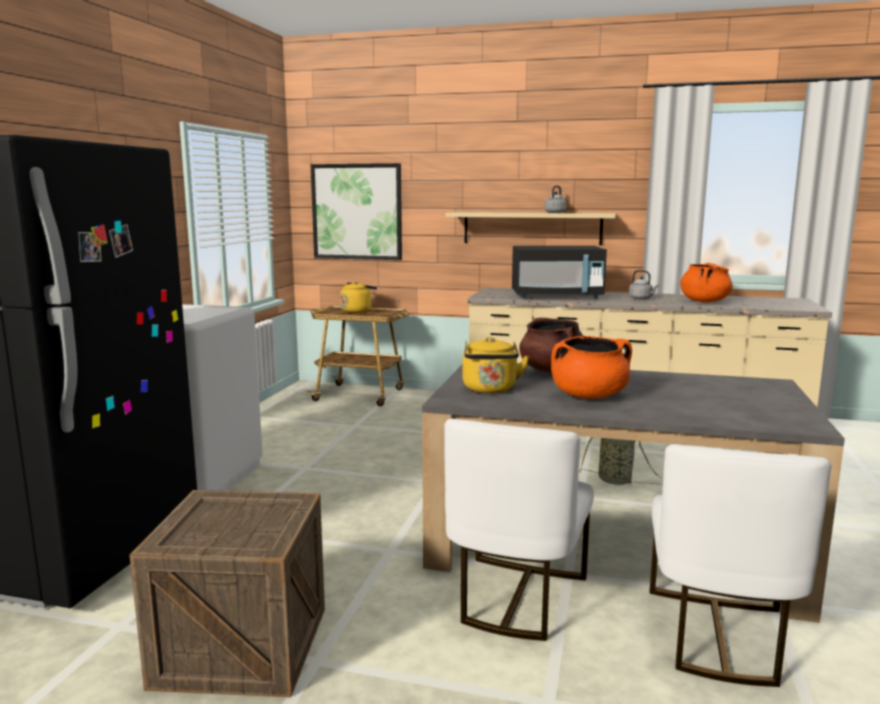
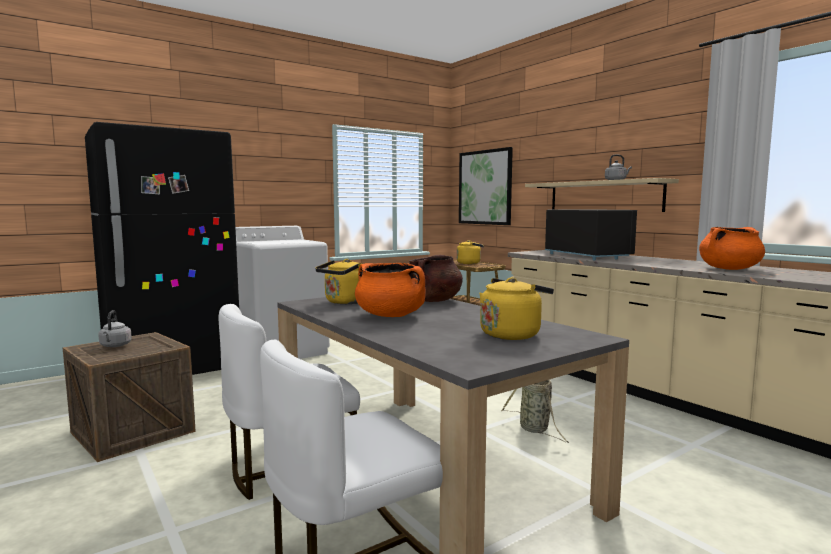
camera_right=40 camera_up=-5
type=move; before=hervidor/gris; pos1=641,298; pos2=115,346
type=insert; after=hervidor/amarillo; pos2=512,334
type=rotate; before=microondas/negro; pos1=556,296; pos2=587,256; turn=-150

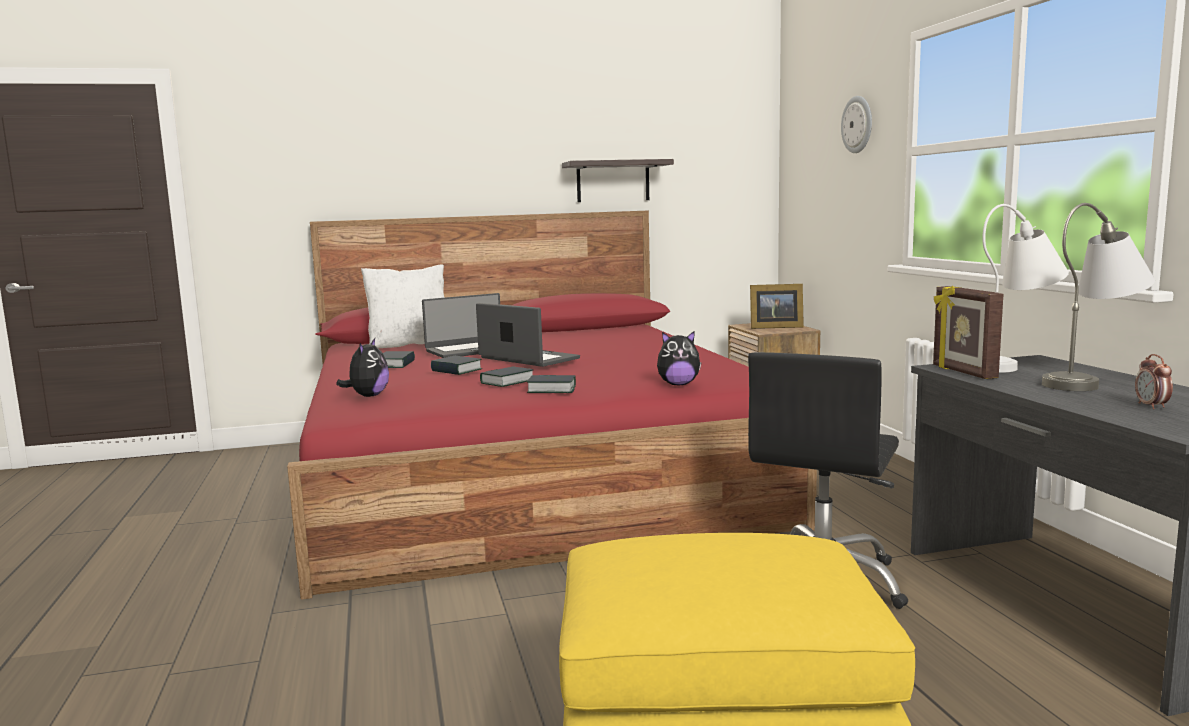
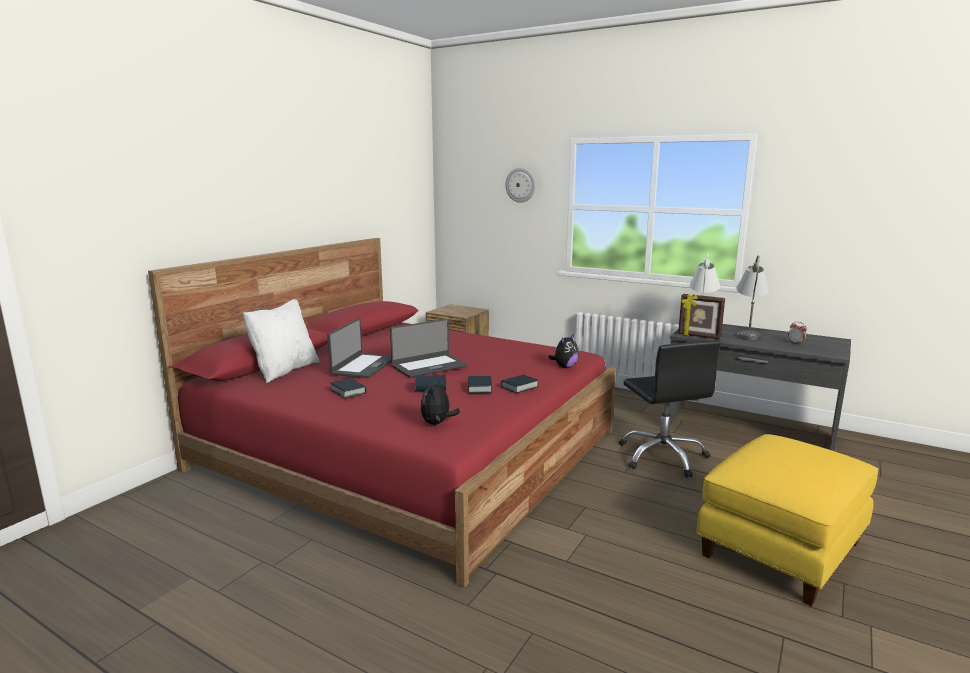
camera_right=-45 camera_up=5
type=rotate; before=portátil; pos1=527,358; pos2=429,366; turn=150
type=rotate; before=peluche; pos1=368,396; pos2=437,423; turn=-135
type=delete; before=estante; pos1=613,181
type=delete; before=portarretratos; pos1=774,327

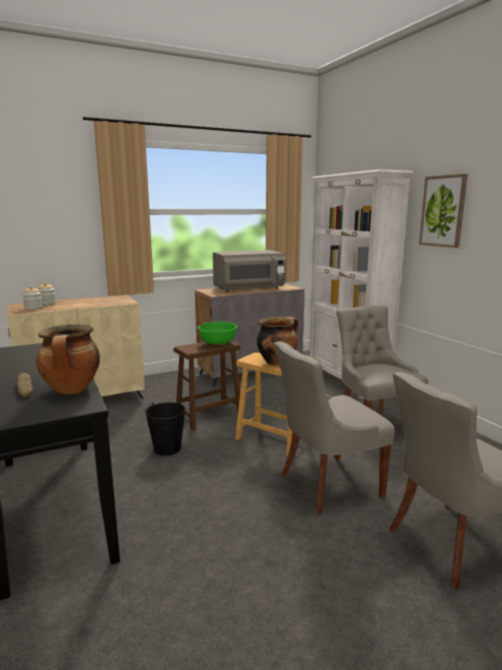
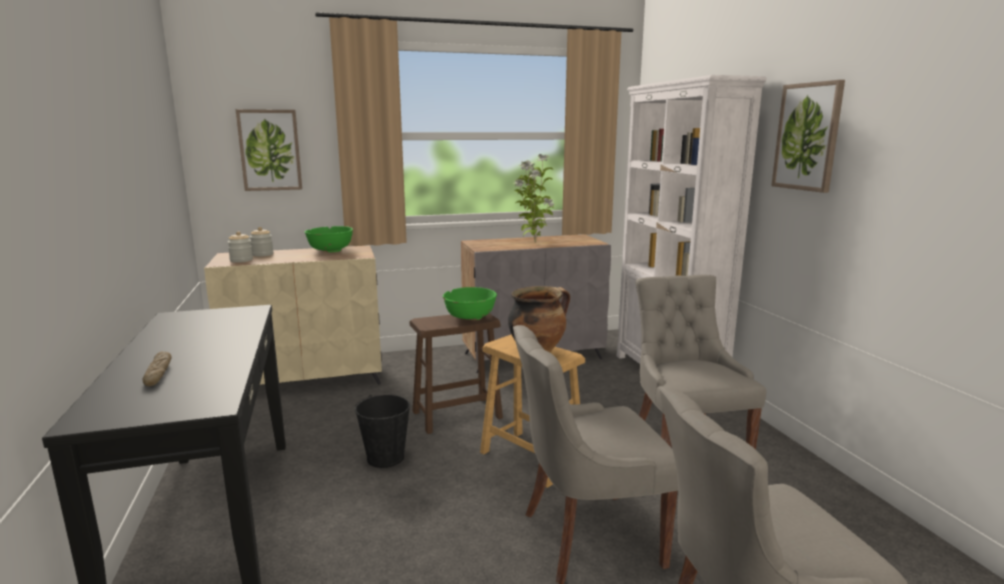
camera_right=10 camera_up=0
type=insert; after=cuadro; pos2=270,150
type=insert; after=cuenco/verde; pos2=330,250
type=replace; before=microondas/gris; after=planta en maceta; pos1=249,289; pos2=533,242
type=delete; before=olla; pos1=72,390

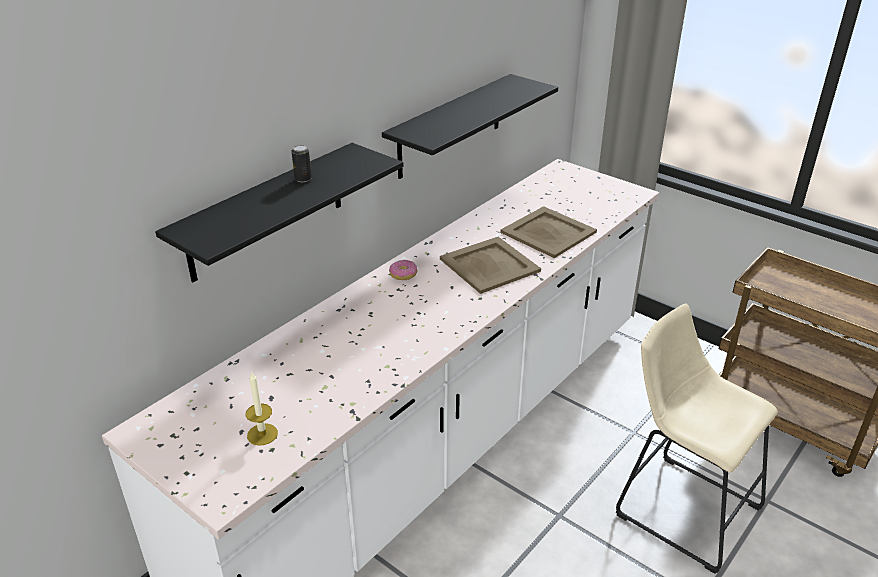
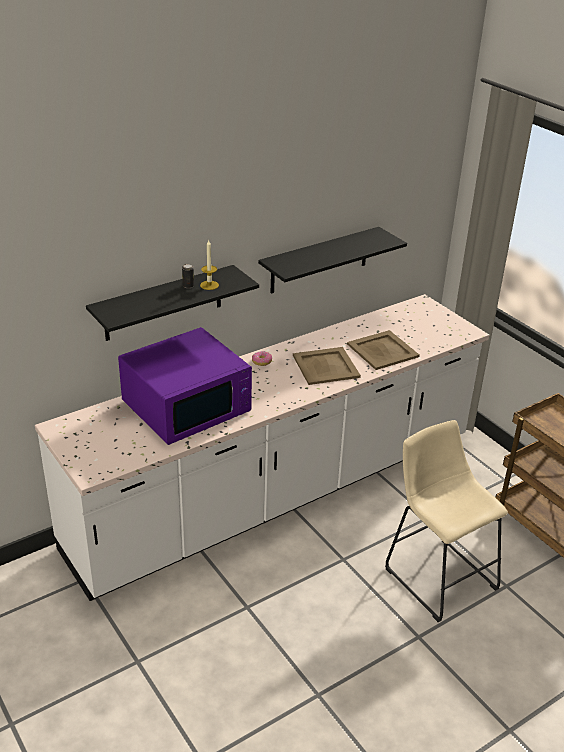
camera_right=15 camera_up=0
type=insert; after=microondas/morado; pos2=187,406
type=move; before=vela; pos1=262,434; pos2=209,285

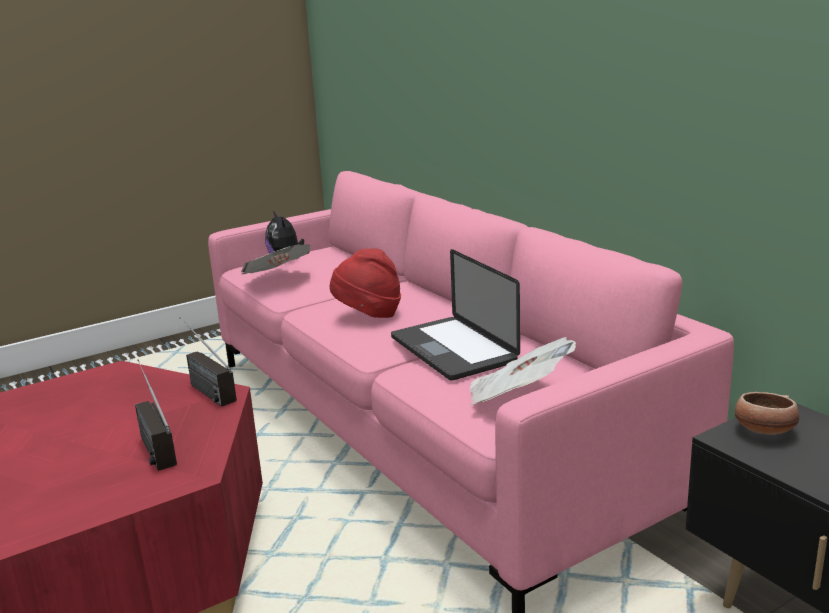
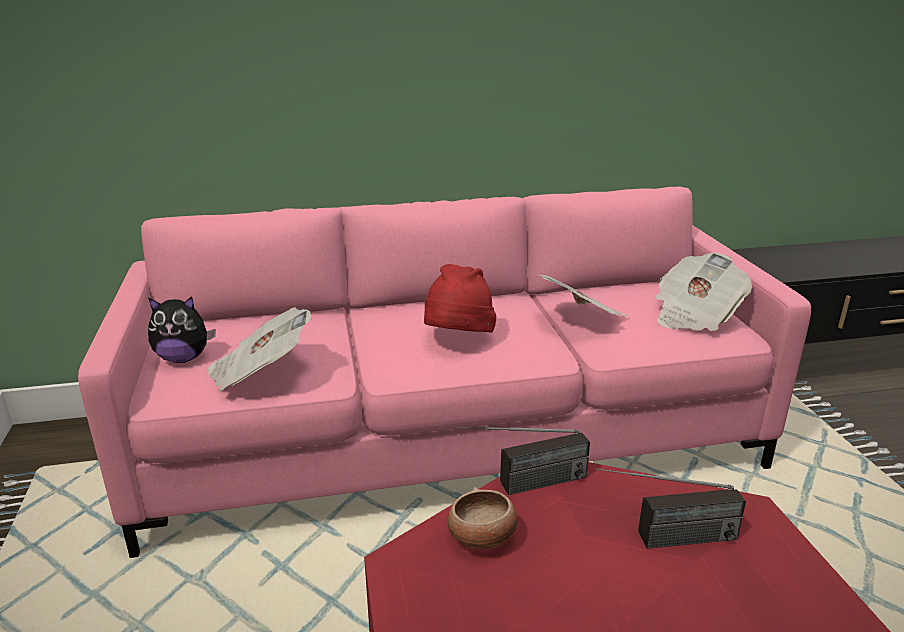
camera_right=-70 camera_up=5
type=move; before=cuenco; pos1=763,431; pos2=482,538
type=replace; before=portátil; after=periódico; pos1=453,350; pos2=582,319

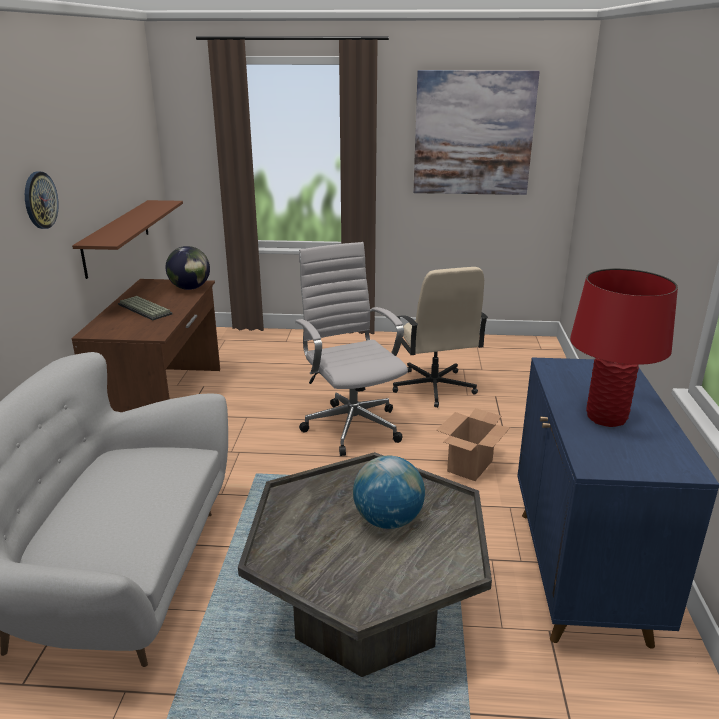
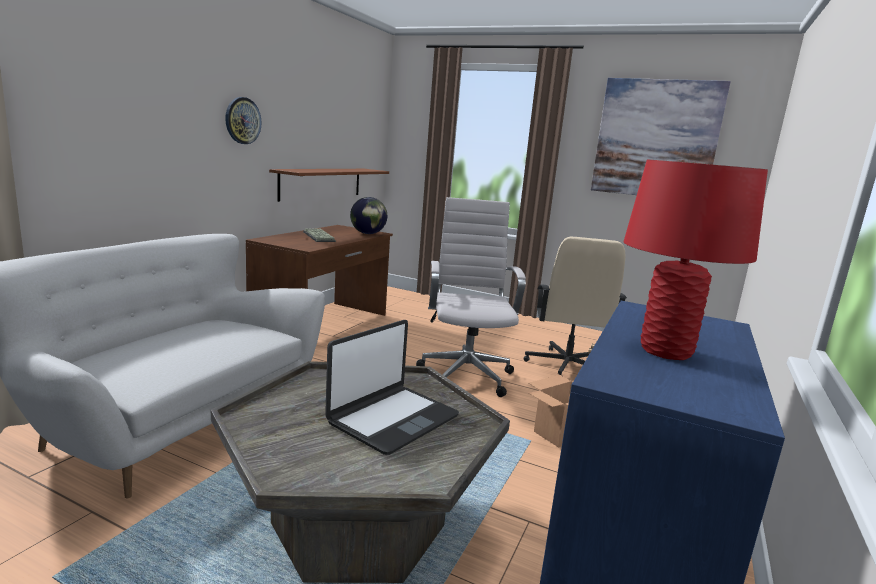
camera_right=20 camera_up=-10
type=replace; before=globo terráqueo; after=portátil; pos1=388,520; pos2=392,419

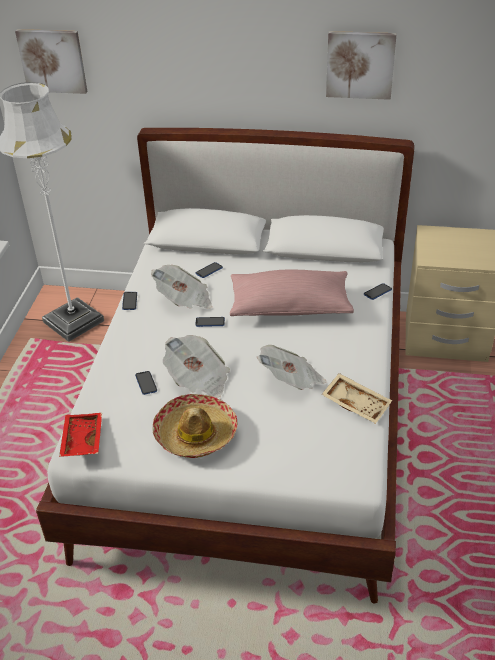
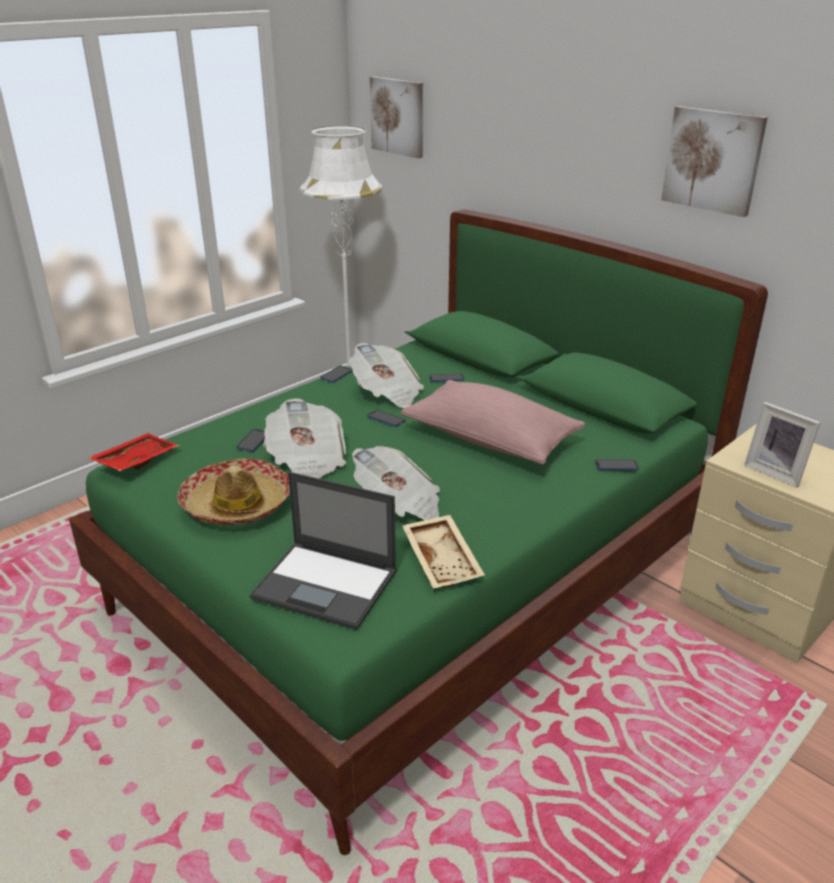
camera_right=35 camera_up=-10
type=recolor; before=cama/blanco; after=cama/verde; pos1=252,422; pos2=418,581
type=insert; after=portátil; pos2=327,585
type=insert; after=portarretratos; pos2=776,472

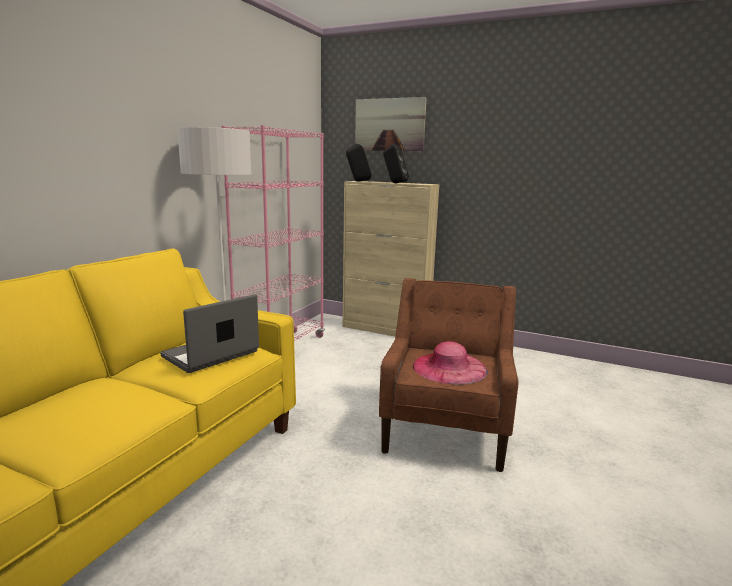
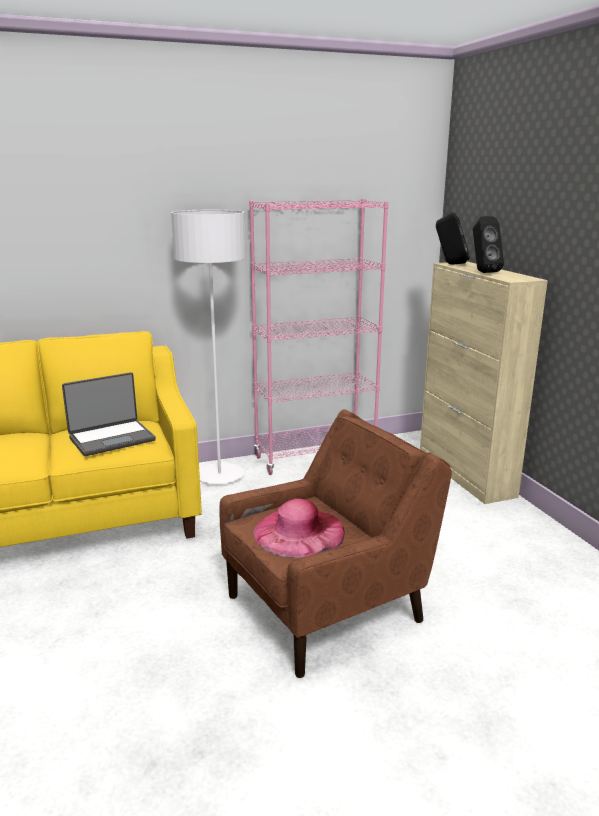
camera_right=45 camera_up=5
type=rotate; before=portátil; pos1=211,355; pos2=111,438; turn=150
type=delete; before=cuadro; pos1=389,124

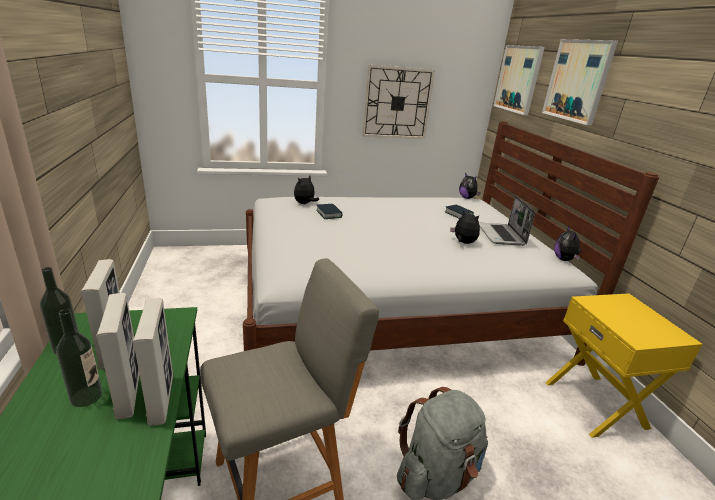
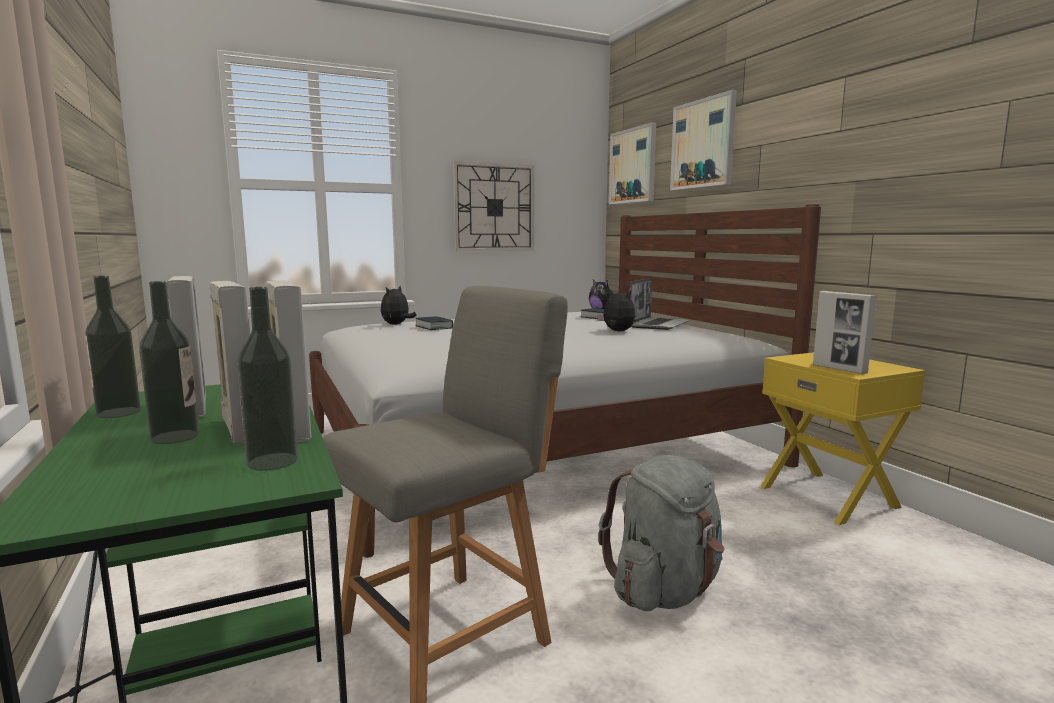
camera_right=-10 camera_up=-15
type=insert; after=botella; pos2=272,461
type=rotate; before=portátil; pos1=501,235; pos2=659,325; turn=-135
type=insert; after=portarretratos; pos2=839,369
type=delete; before=peluche; pos1=564,259

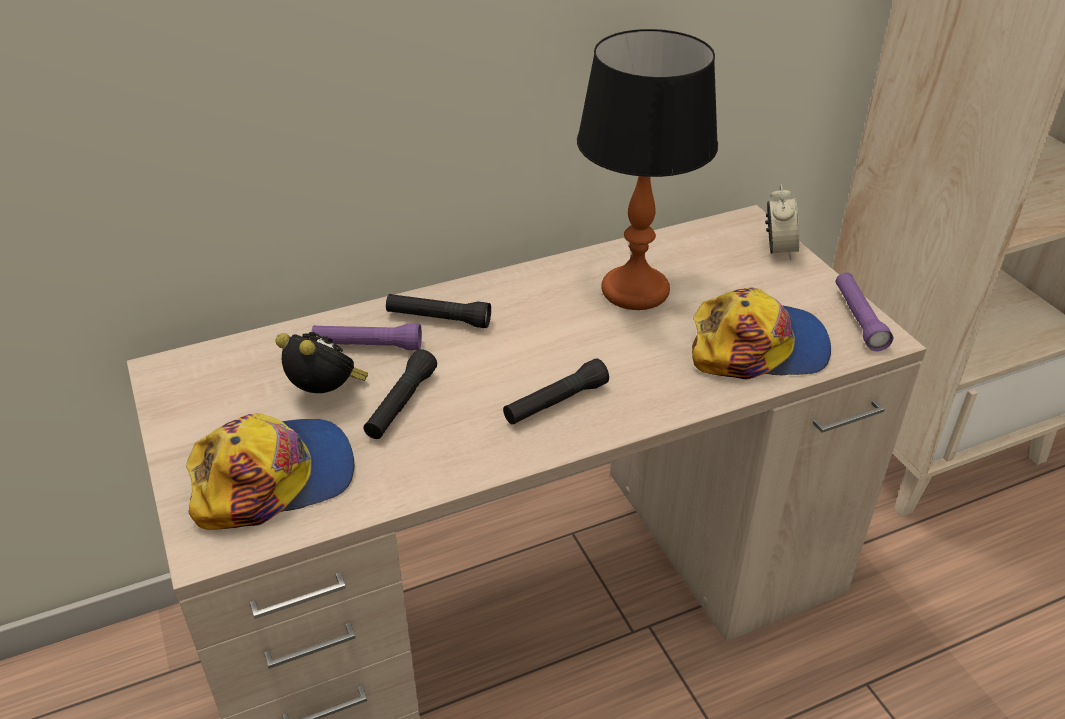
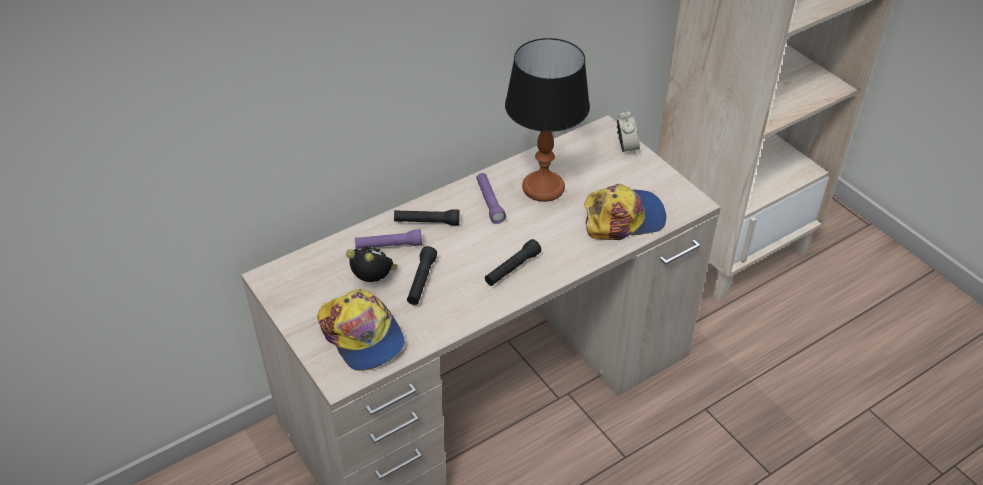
camera_right=-10 camera_up=5
type=rotate; before=gorra; pos1=273,478; pos2=362,335; turn=90
type=move; before=linterna/morado; pos1=858,319; pos2=489,203

